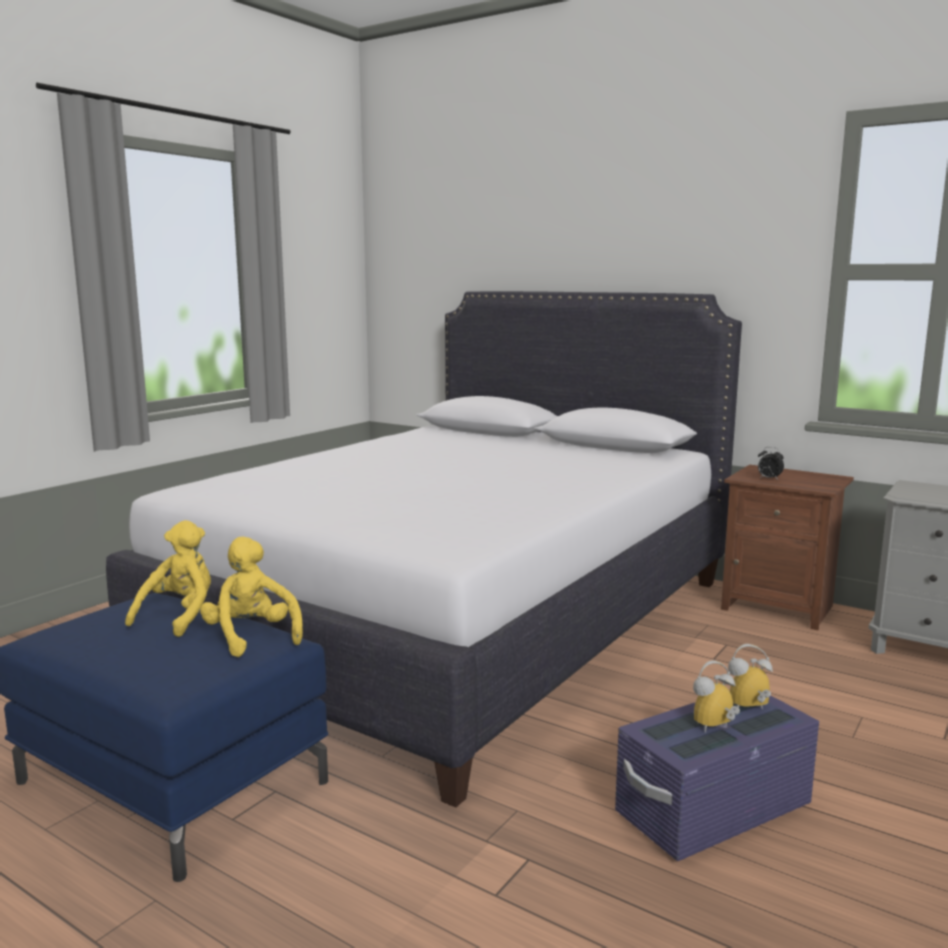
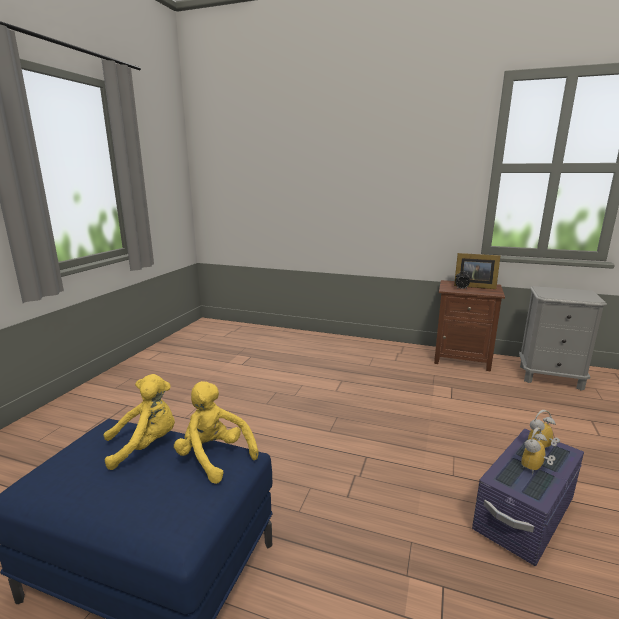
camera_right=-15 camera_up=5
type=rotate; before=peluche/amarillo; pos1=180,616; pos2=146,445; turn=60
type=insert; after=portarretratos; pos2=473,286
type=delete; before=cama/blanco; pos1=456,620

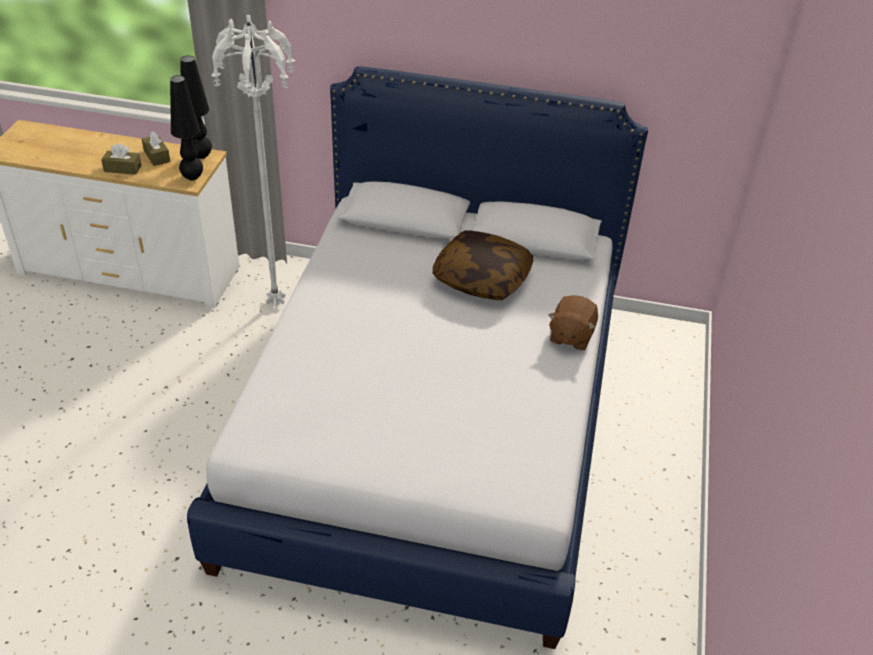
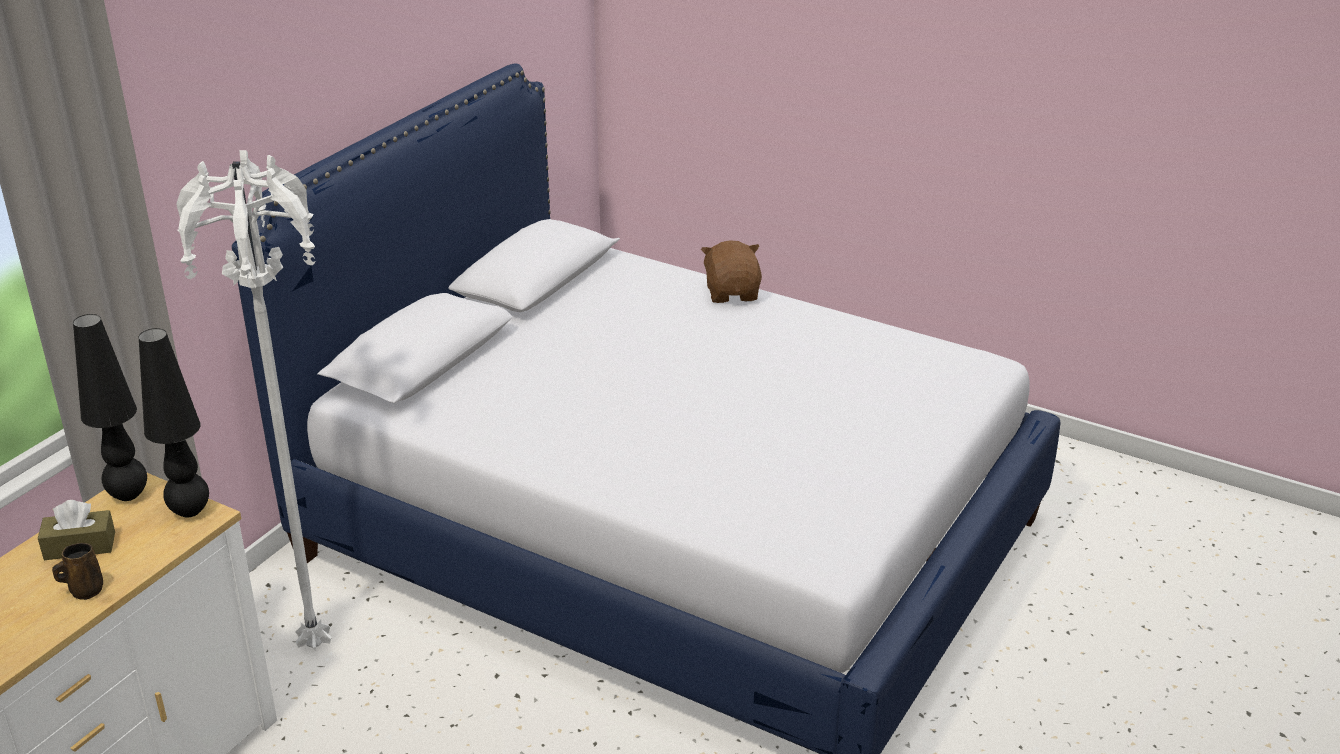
camera_right=-70 camera_up=-10
type=replace; before=caja de pañuelos/marrón; after=taza grande/marrón; pos1=122,168; pos2=84,591
type=rotate; before=peluche/marrón; pos1=570,336; pos2=732,293; turn=-135
type=delete; before=cojín; pos1=482,278

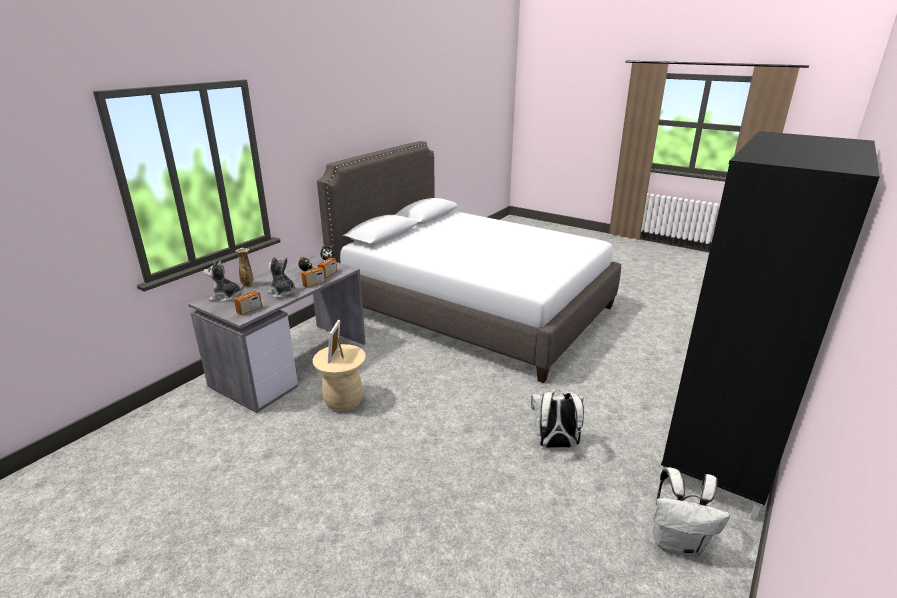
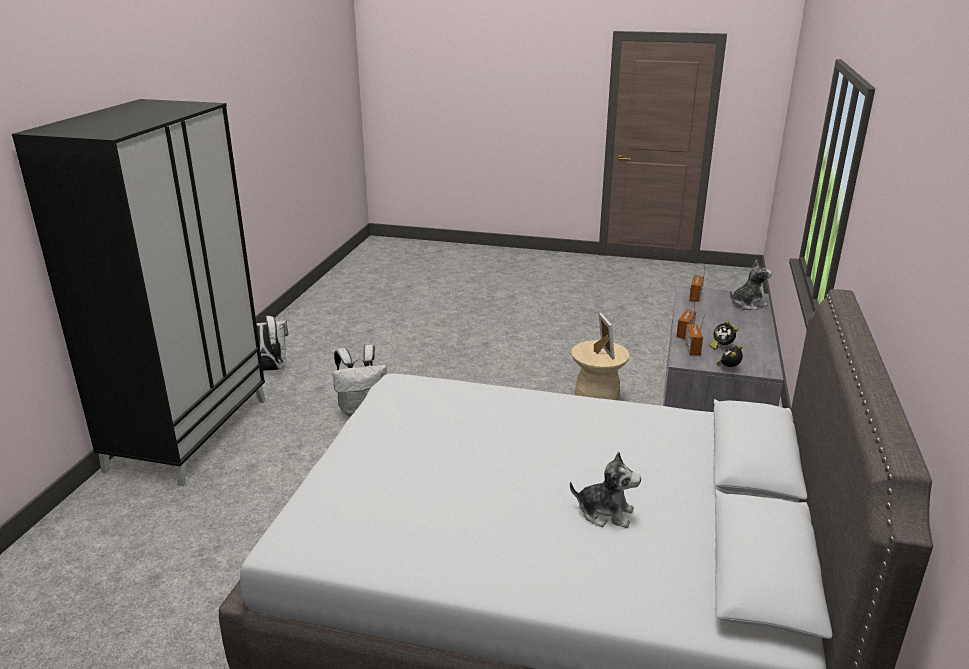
camera_right=160 camera_up=0
type=move; before=peluche; pos1=283,293; pos2=605,513
type=delete; before=florero; pos1=247,285

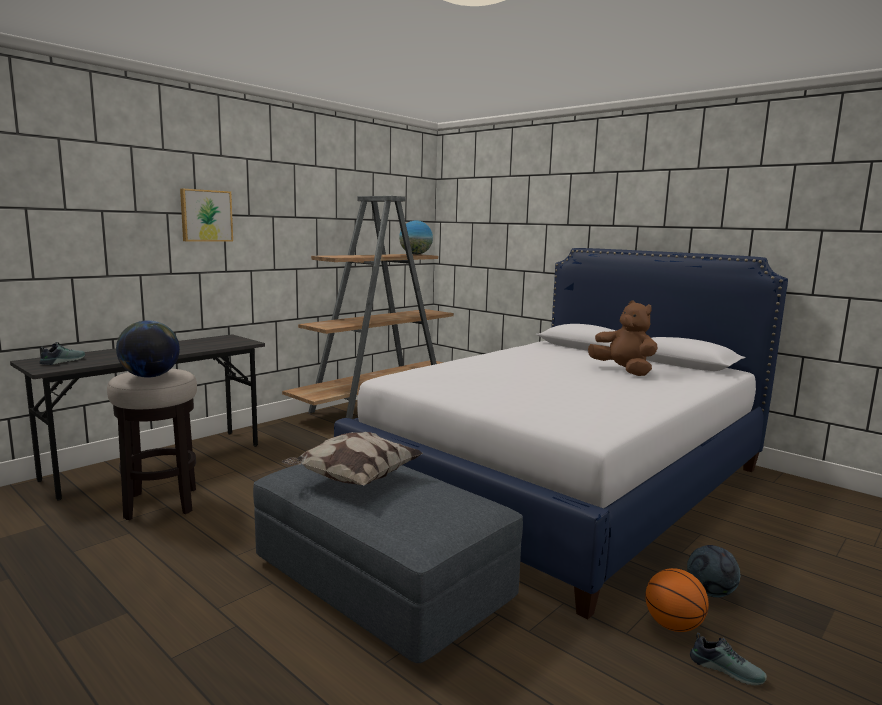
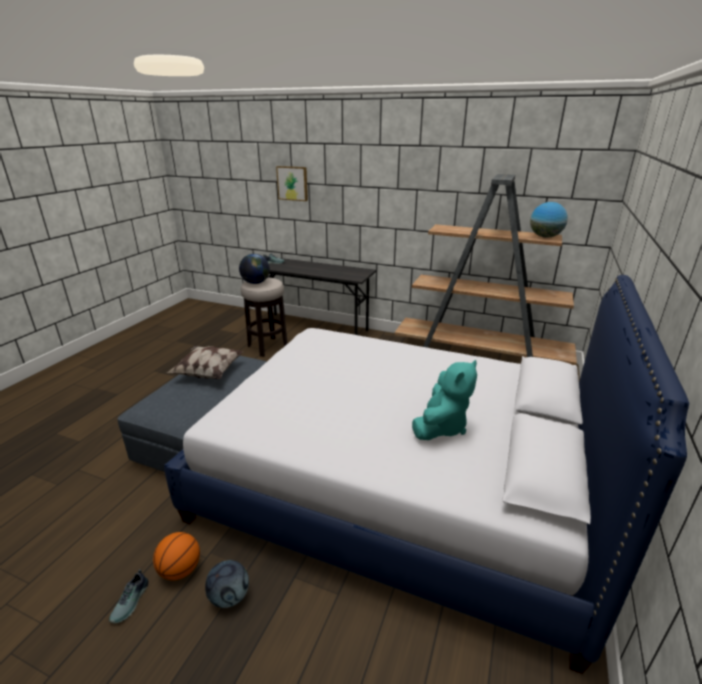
camera_right=70 camera_up=15
type=move; before=cuadro; pos1=206,215; pos2=293,183
type=recolor; before=peluche/marrón; after=peluche/turquesa; pos1=623,371; pos2=441,427

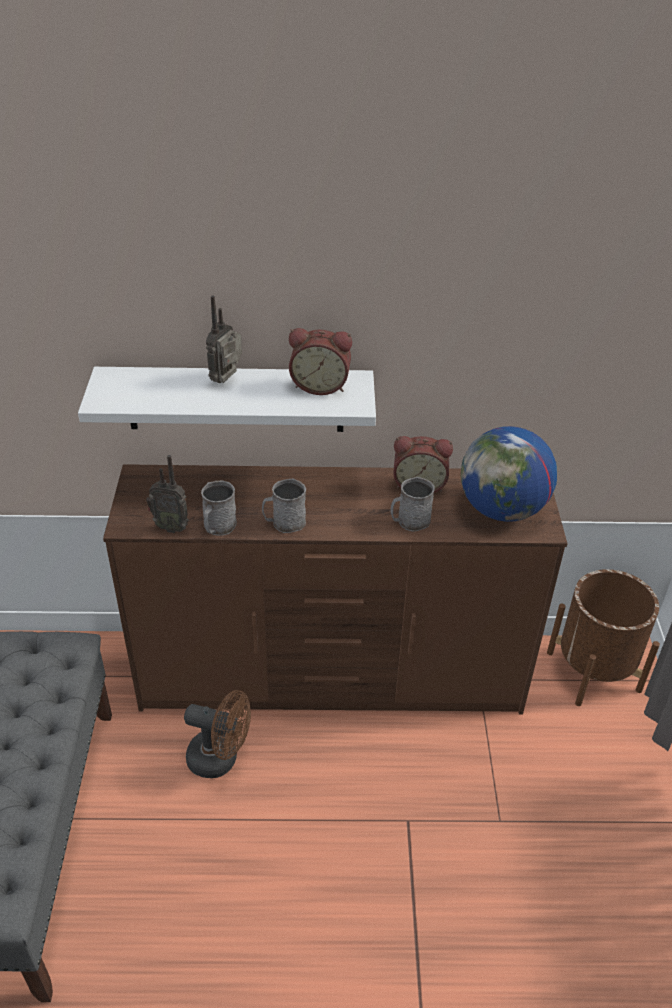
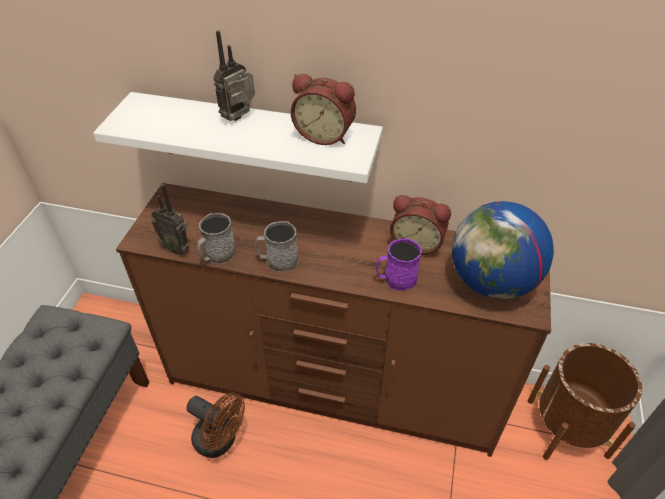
camera_right=15 camera_up=5
type=recolor; before=taza grande/gris; after=taza grande/morado; pos1=409,522; pos2=395,279

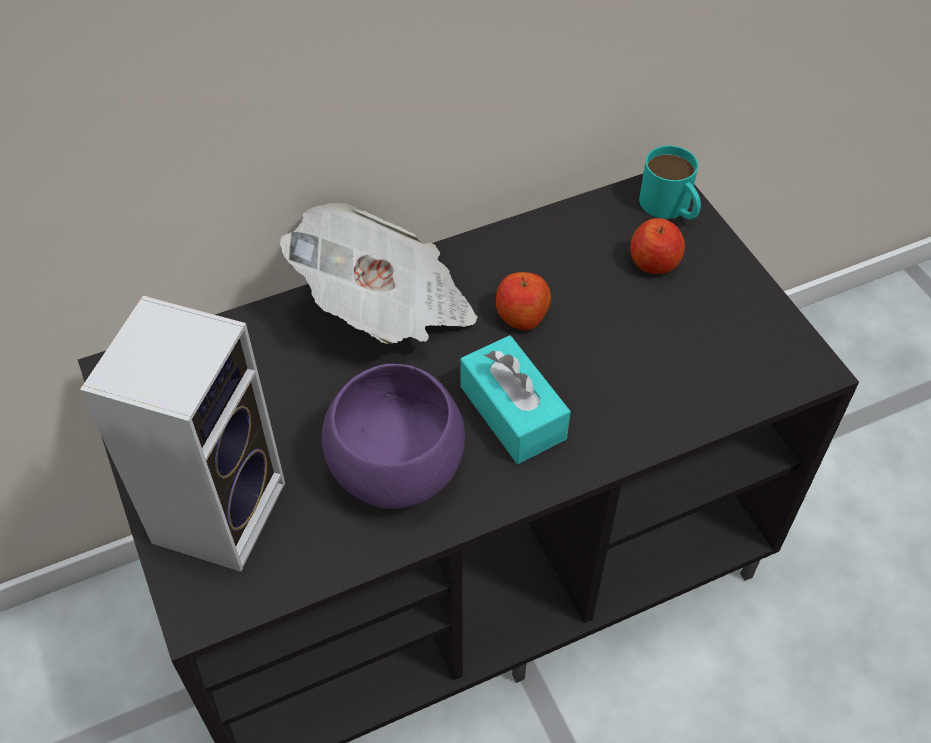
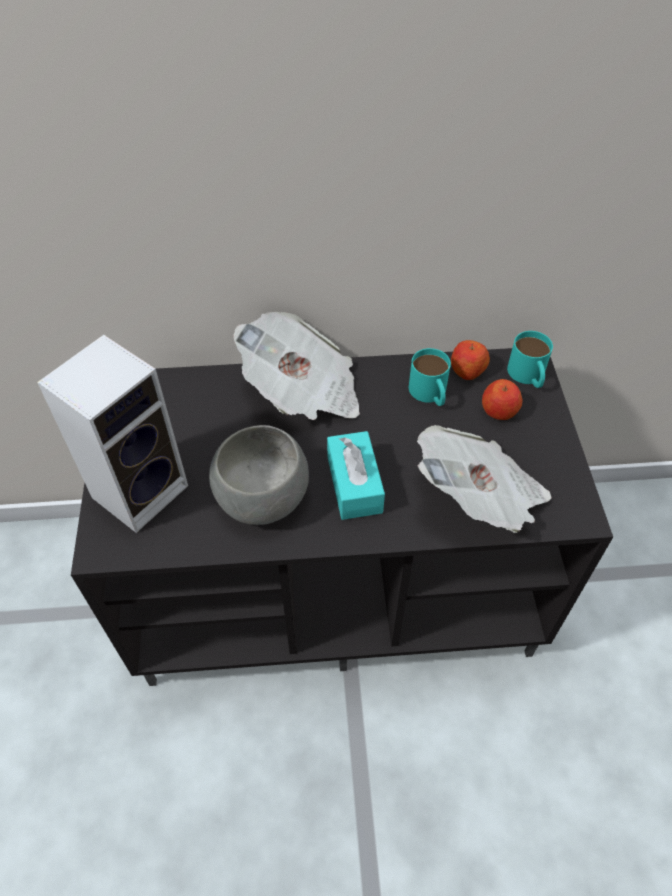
camera_right=20 camera_up=0
type=recolor; before=cuenco/morado; after=cuenco/gris; pos1=398,467; pos2=263,497
type=insert; after=taza grande/turquesa; pos2=430,394
type=insert; after=periódico; pos2=480,498
type=move; before=manzana; pos1=521,315; pos2=467,370

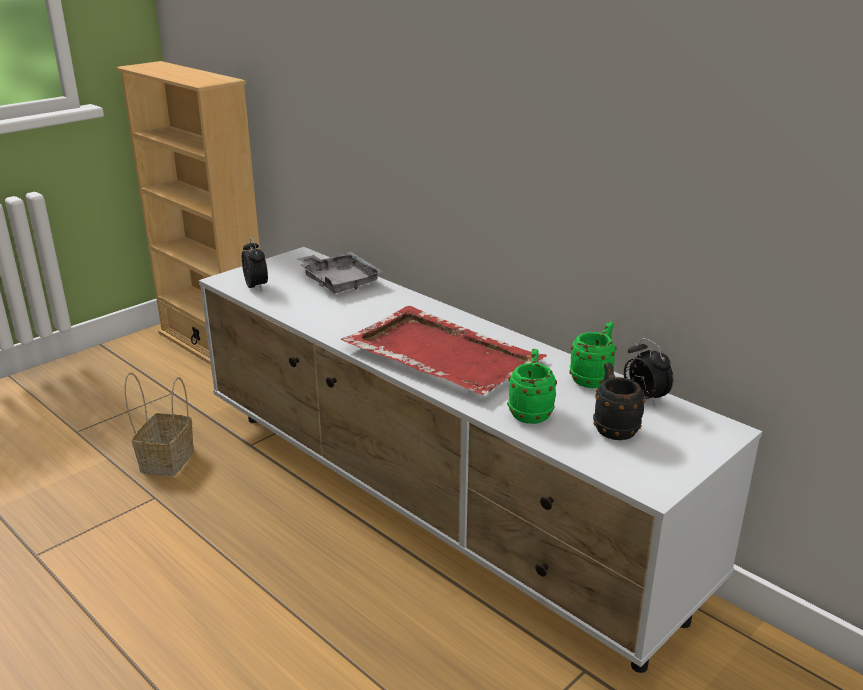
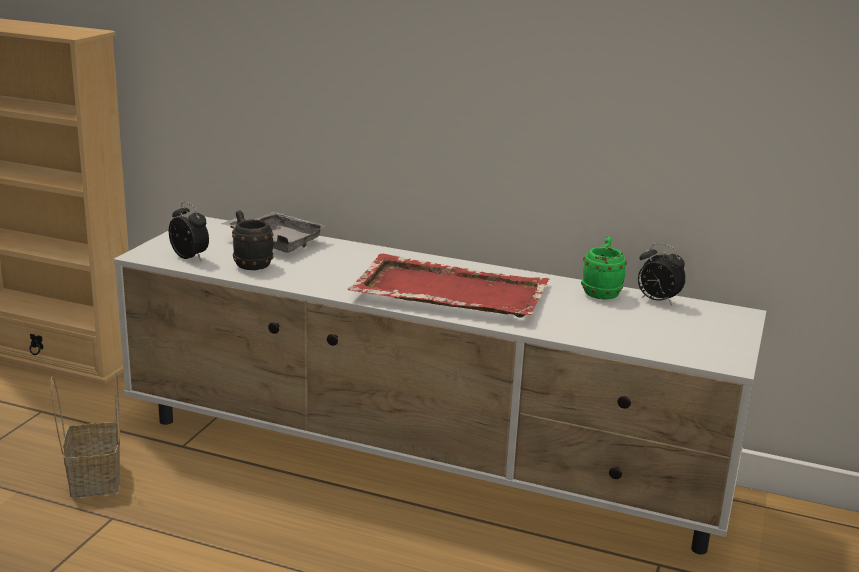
camera_right=-25 camera_up=-5
type=move; before=taza grande/negro; pos1=613,427; pos2=250,263
type=delete; before=taza grande/verde; pos1=530,411

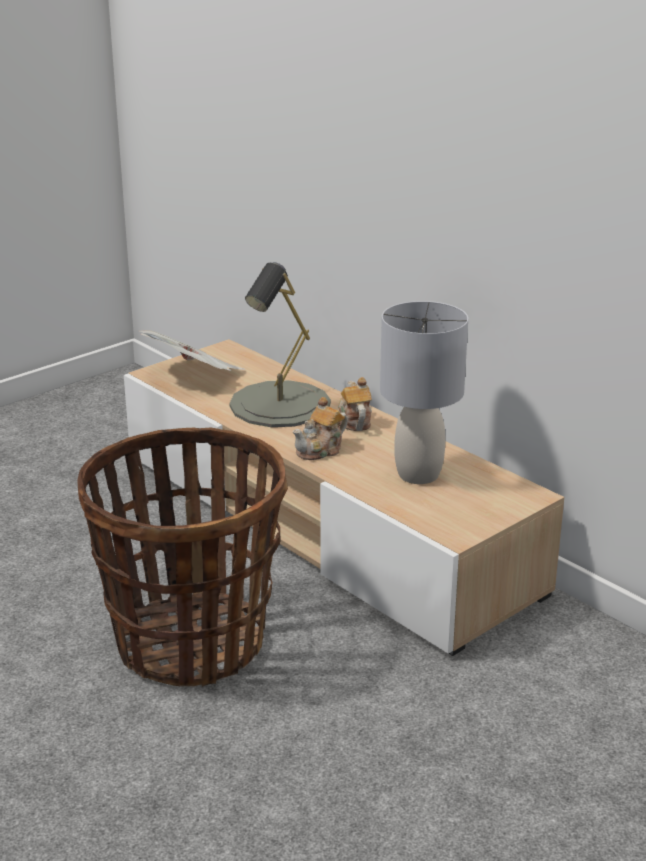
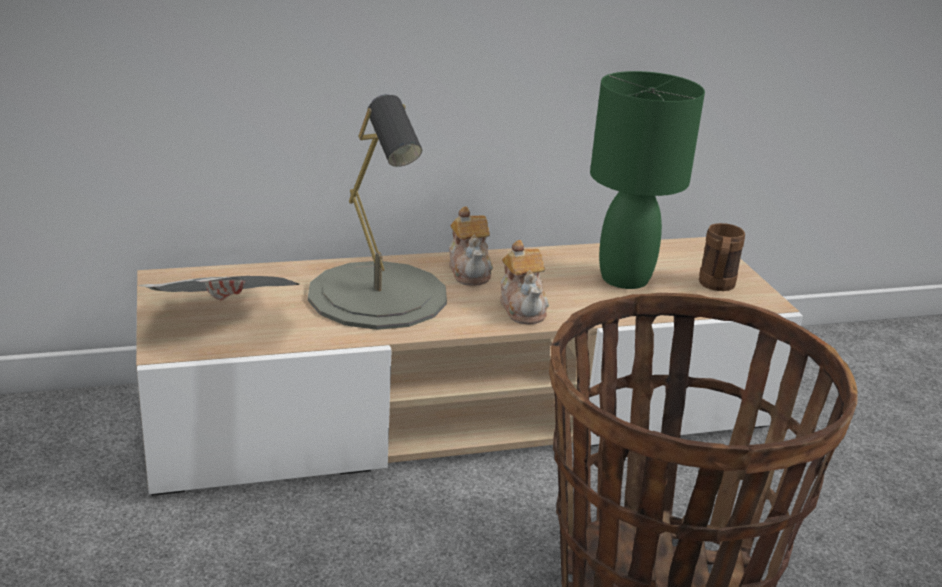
camera_right=-65 camera_up=0
type=rotate; before=tetera; pos1=354,421; pos2=470,271; turn=-120
type=recolor; before=lámpara de mesa/gris; after=lámpara de mesa/verde; pos1=418,474; pos2=623,278
type=insert; after=taza grande/marrón; pos2=716,287

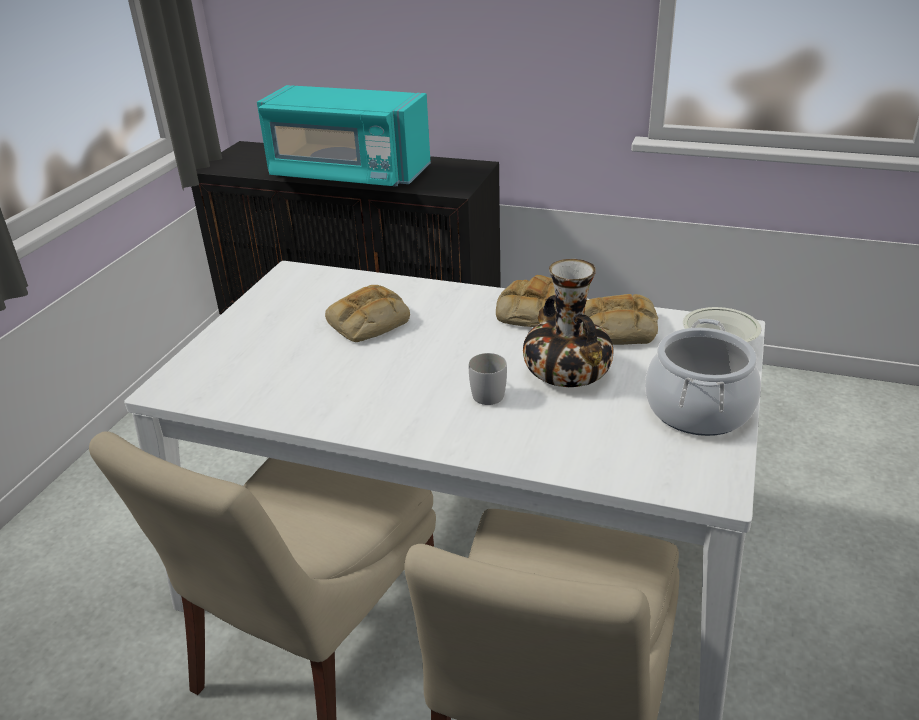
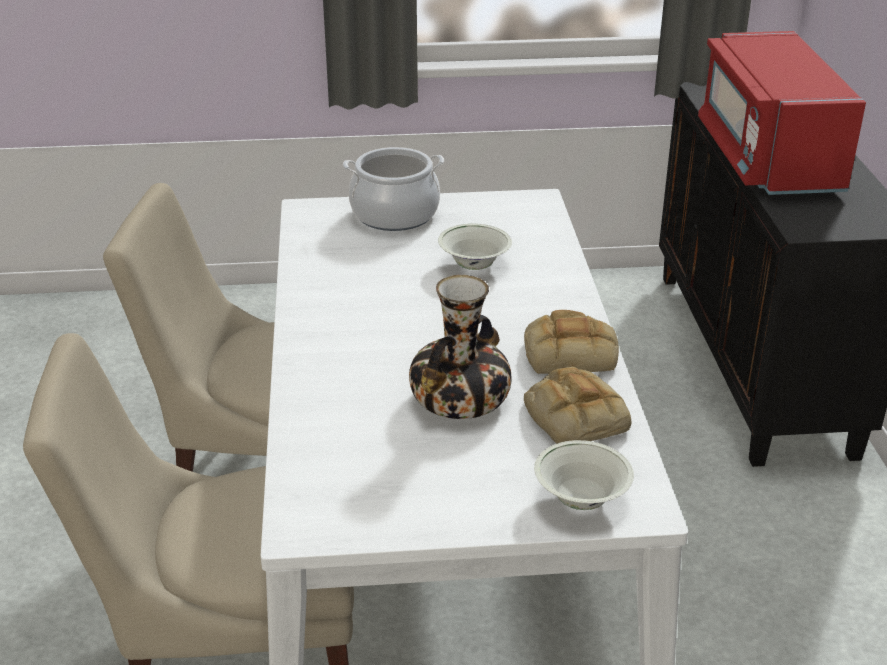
camera_right=65 camera_up=0
type=move; before=olla; pos1=697,409; pos2=394,214
type=replace; before=pan; after=cuenco/blanco; pos1=368,322; pos2=474,265
type=recolor; before=microondas/turquesa; after=microondas/rojo; pos1=347,175; pos2=767,157
type=delete; before=taza grande/blanco; pos1=485,392

